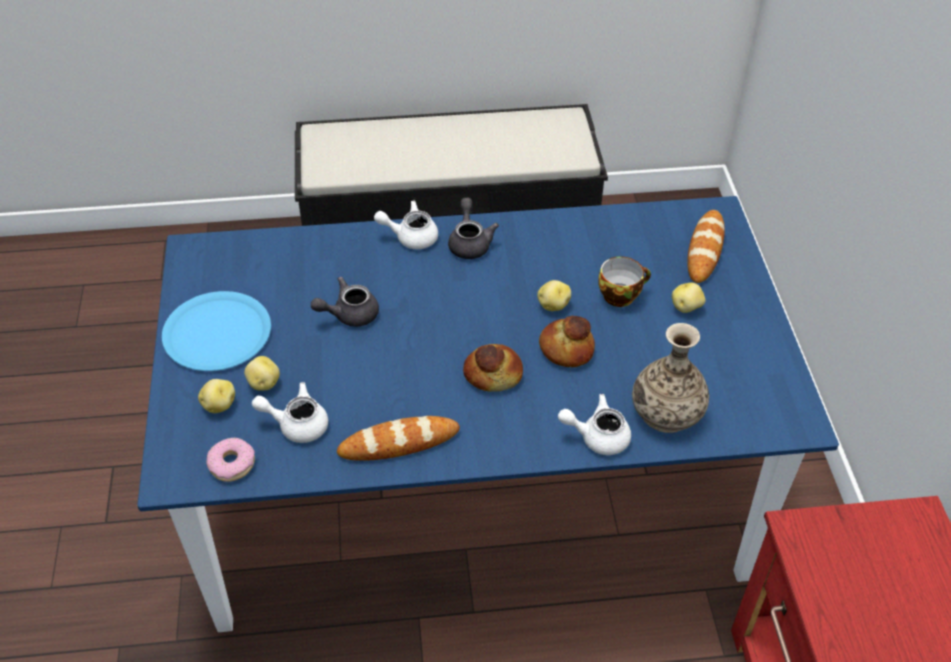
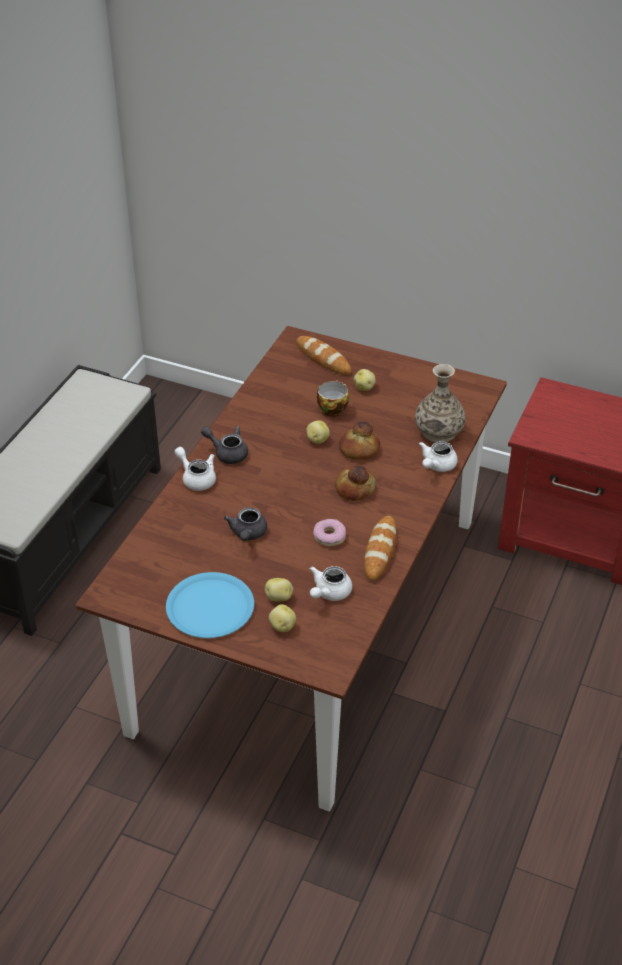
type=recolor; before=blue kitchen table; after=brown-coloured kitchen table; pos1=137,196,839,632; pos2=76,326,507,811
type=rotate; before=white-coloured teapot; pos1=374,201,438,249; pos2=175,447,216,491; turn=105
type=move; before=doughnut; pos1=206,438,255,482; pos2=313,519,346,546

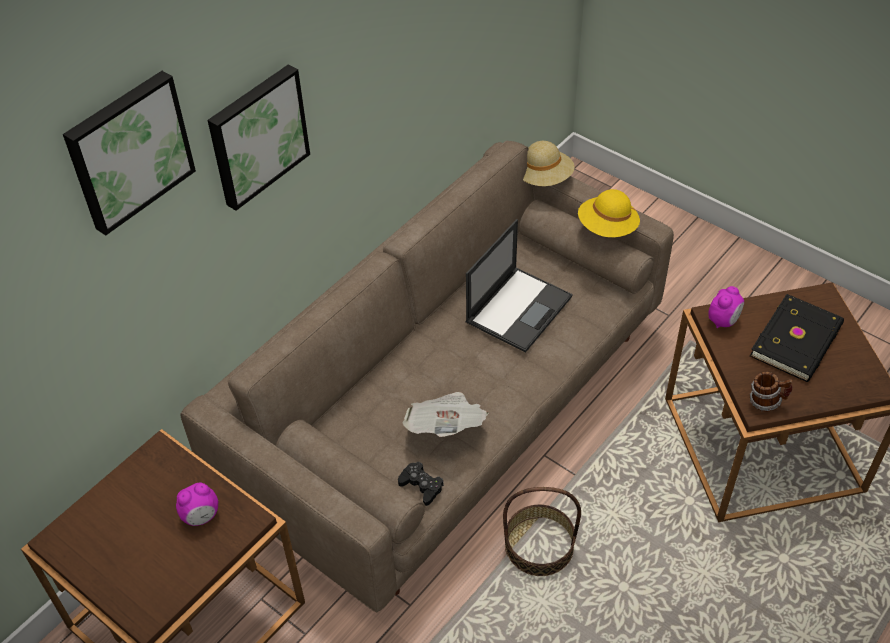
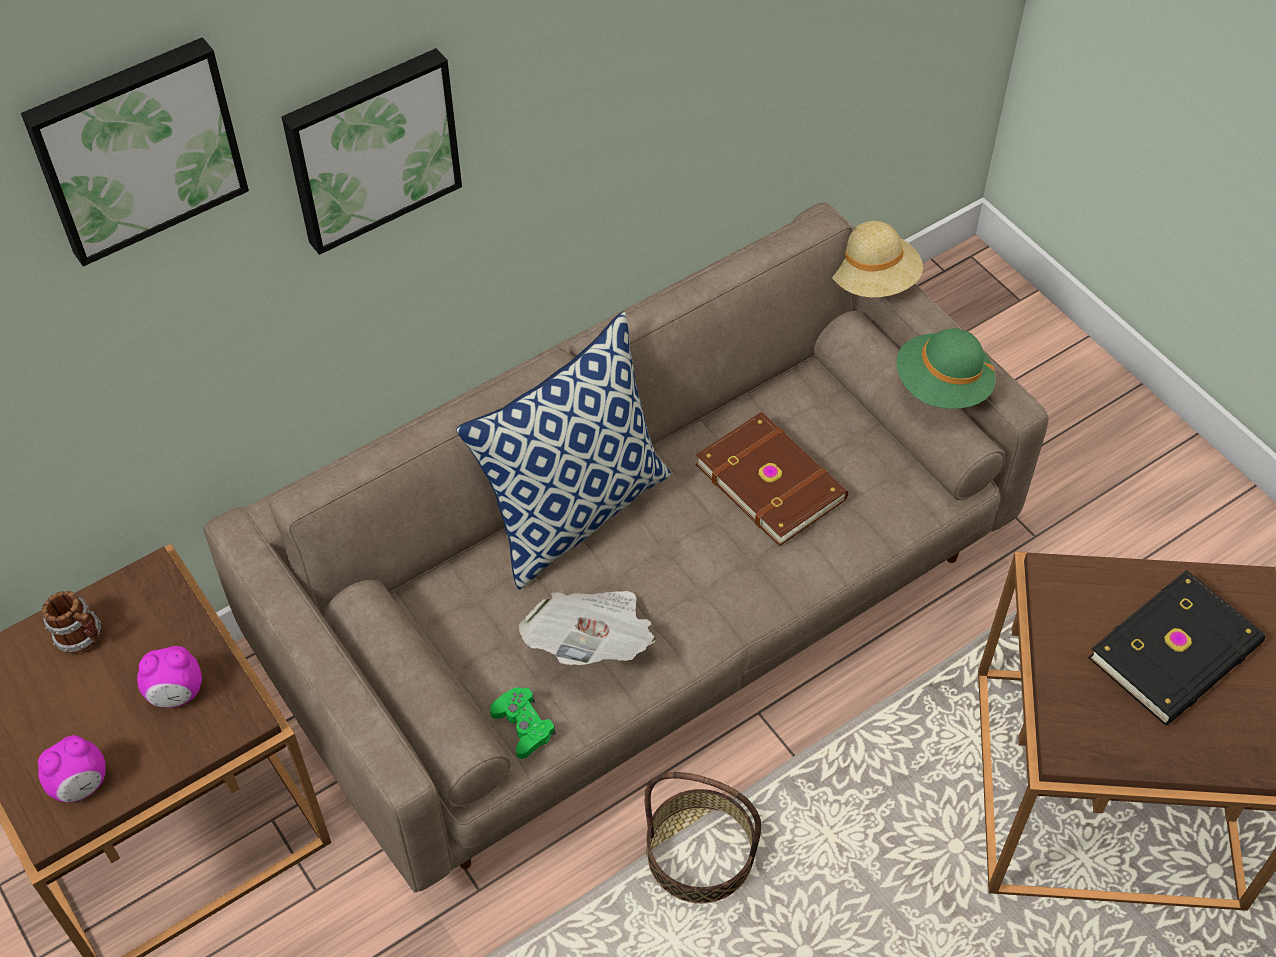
type=move; before=bedside clock; pos1=708,286,744,328; pos2=38,735,106,803
type=move; before=tea mug; pos1=750,372,793,412; pos2=42,591,101,653
type=insert; after=cushion; pos2=456,311,671,589
type=recolor; before=black joypad; after=greenish joypad; pos1=398,462,444,506; pos2=490,687,556,759
type=replace; before=notebook computer; after=brown-coloured volume; pos1=465,219,572,353; pos2=695,412,848,546
type=recolor; before=yellowish wearable hat; after=greenish wearable hat; pos1=578,189,640,237; pos2=896,328,996,409

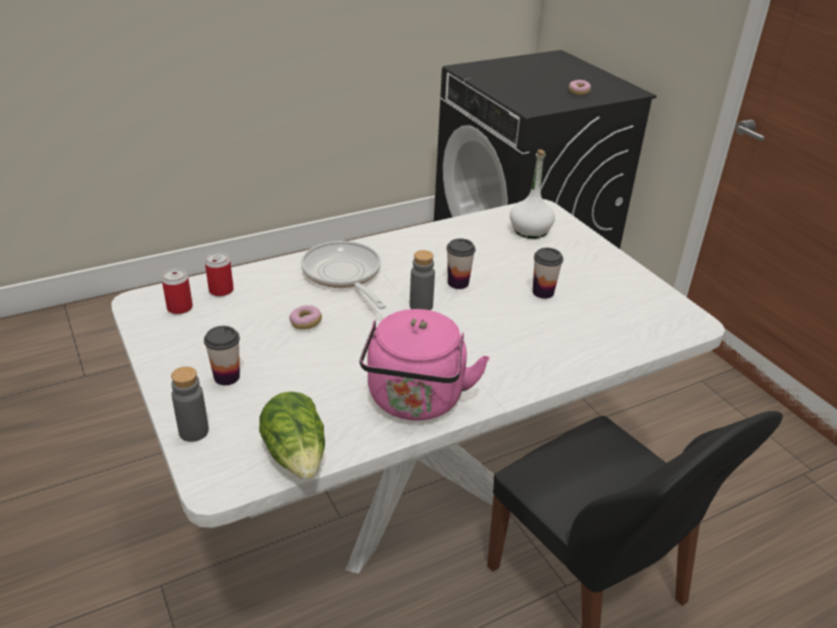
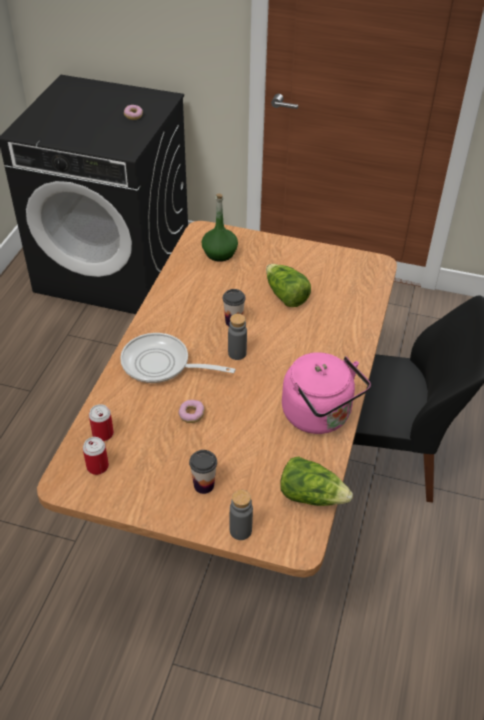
type=recolor; before=white-coloured kitchen table; after=brown-coloured kitchen table; pos1=111,199,725,573; pos2=37,221,397,578
type=recolor; before=white-coloured bottle; after=greenish bottle; pos1=510,150,555,239; pos2=201,193,238,262
type=replace; before=drinking cup; after=head of lettuce; pos1=533,248,563,299; pos2=266,264,311,307

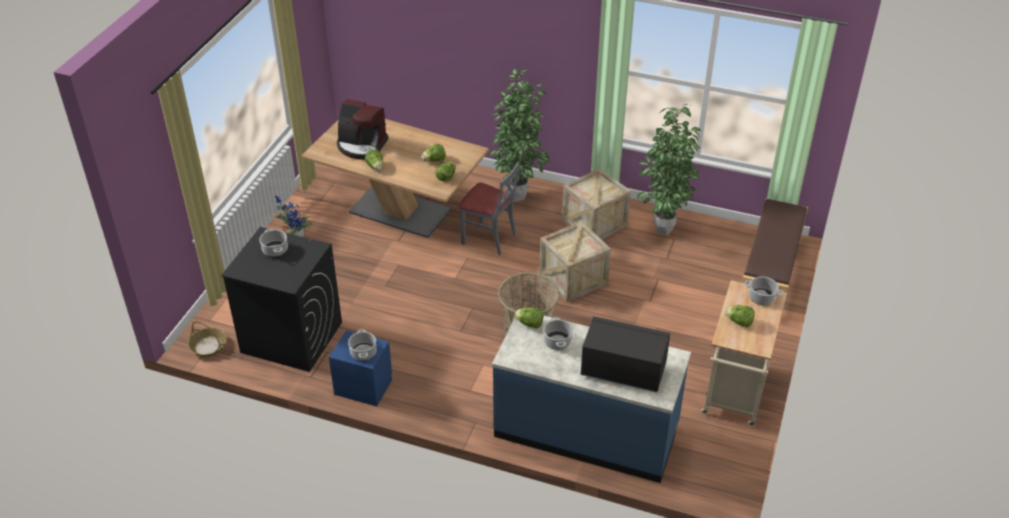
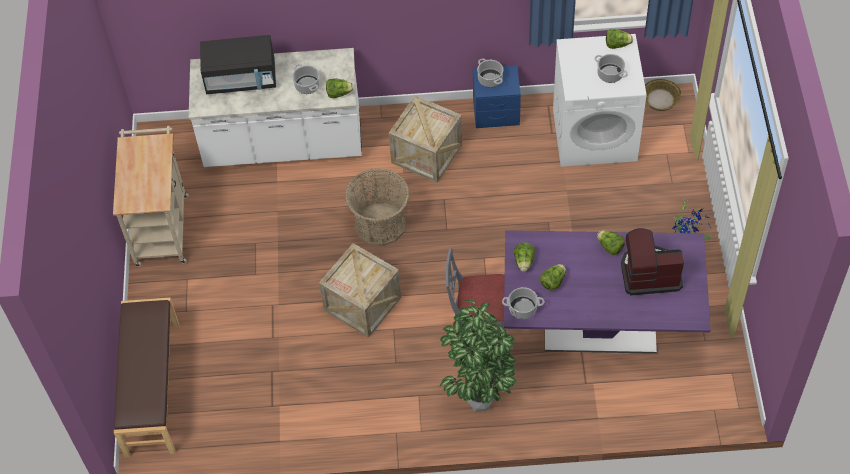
type=recolor; before=blue kitchen counter; after=white-coloured kitchen counter; pos1=492,315,691,483; pos2=189,48,362,167
type=move; before=packing crate; pos1=562,168,631,240; pos2=389,96,462,183
type=move; before=stockpot; pos1=744,276,784,305; pos2=502,287,544,319
type=recolor; before=brown-coloured kitchen table; after=purple-coloured kitchen table; pos1=301,119,489,238; pos2=504,230,711,354
type=recolor; before=black laundry machine; after=white-coloured laundry machine; pos1=221,227,342,372; pos2=553,34,647,167
type=move; before=head of lettuce; pos1=725,305,755,327; pos2=606,29,633,49
type=delete; before=houseplant; pos1=637,104,701,236

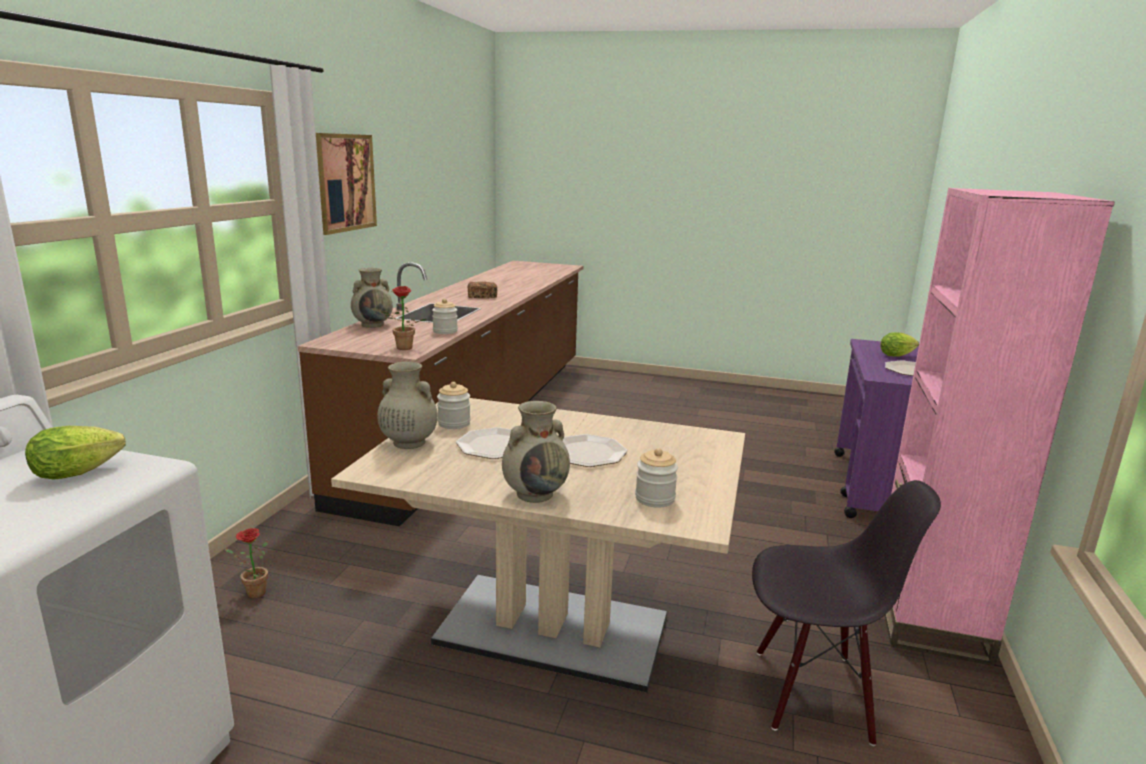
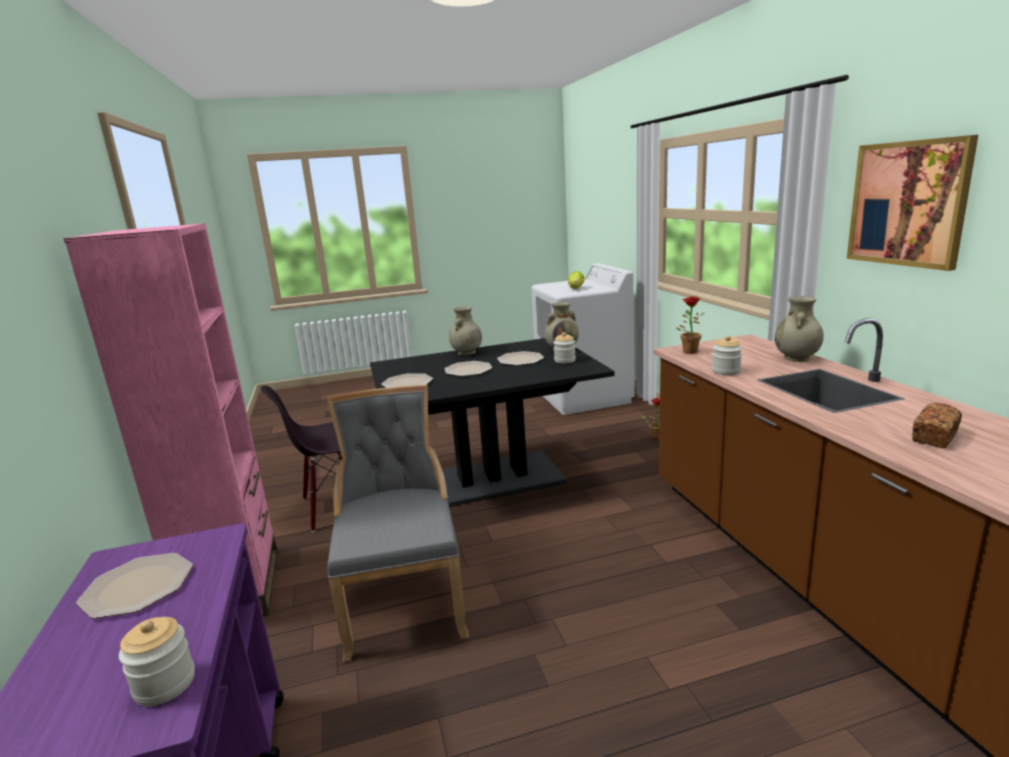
type=move; before=preserve jar; pos1=635,448,678,508; pos2=119,617,195,706
type=insert; after=gray plain chair; pos2=327,385,469,662
type=recolor; before=beige kitchen table; after=black kitchen table; pos1=331,398,745,693; pos2=370,338,615,507
type=insert; after=flat dish; pos2=381,373,433,388
type=delete; before=head of lettuce; pos1=880,332,919,356

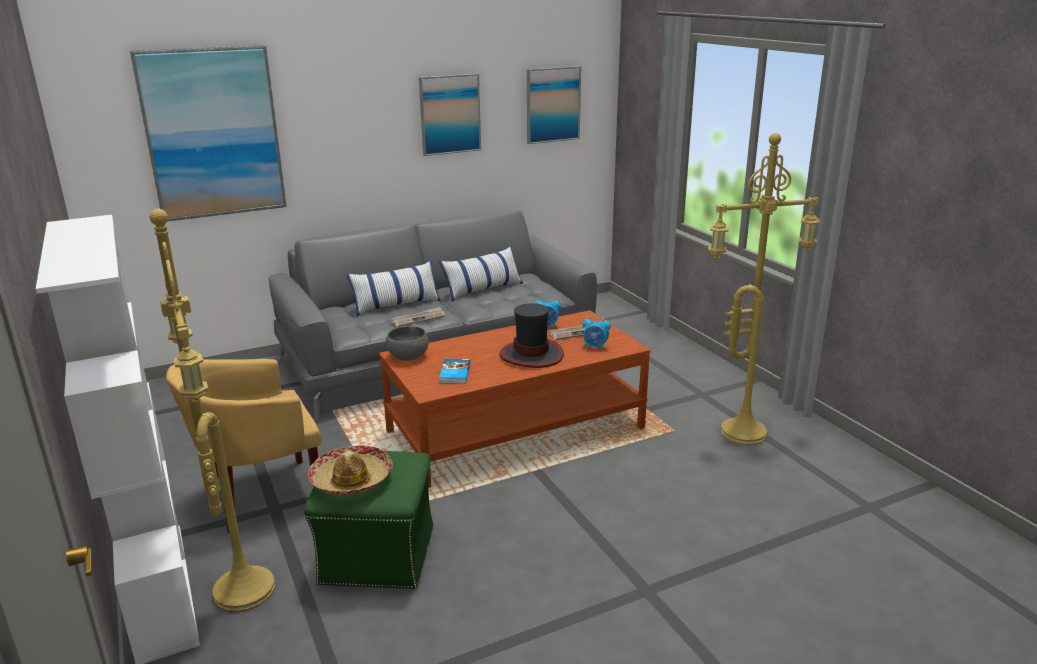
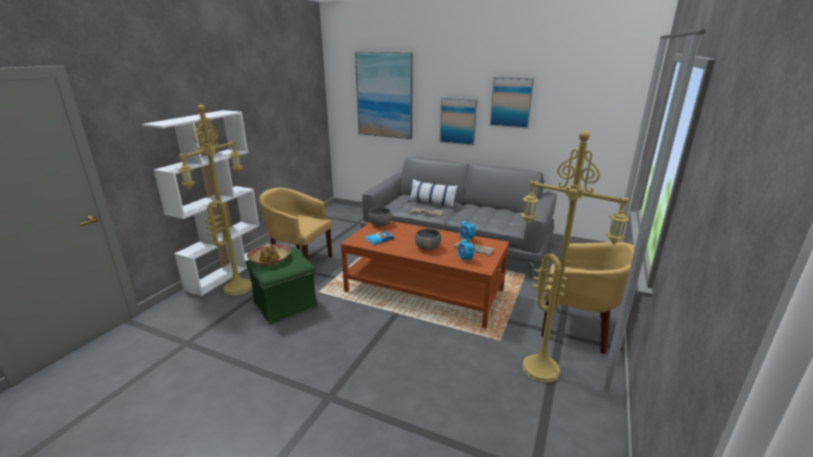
type=replace; before=wearable hat; after=gray serving bowl; pos1=499,303,564,368; pos2=415,228,441,250
type=move; before=picture; pos1=527,66,581,144; pos2=440,98,477,146
type=insert; after=yellowish armchair; pos2=541,242,634,354
type=delete; before=cushion; pos1=439,246,523,301

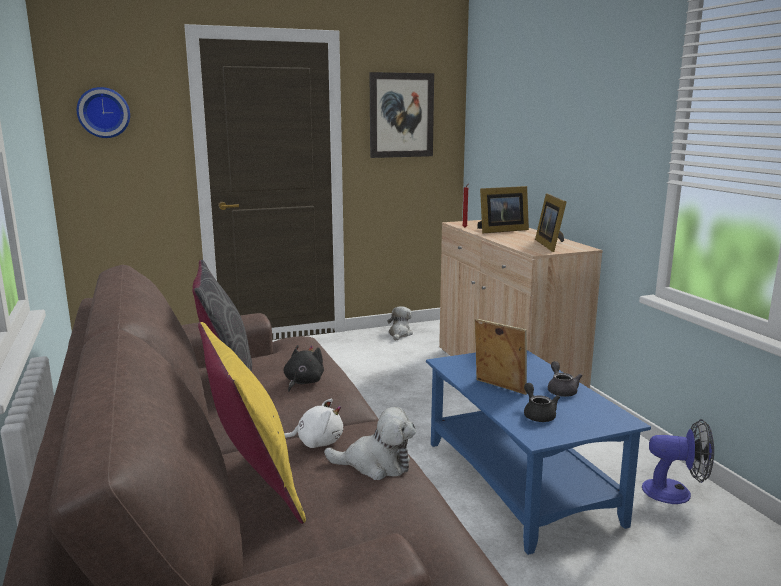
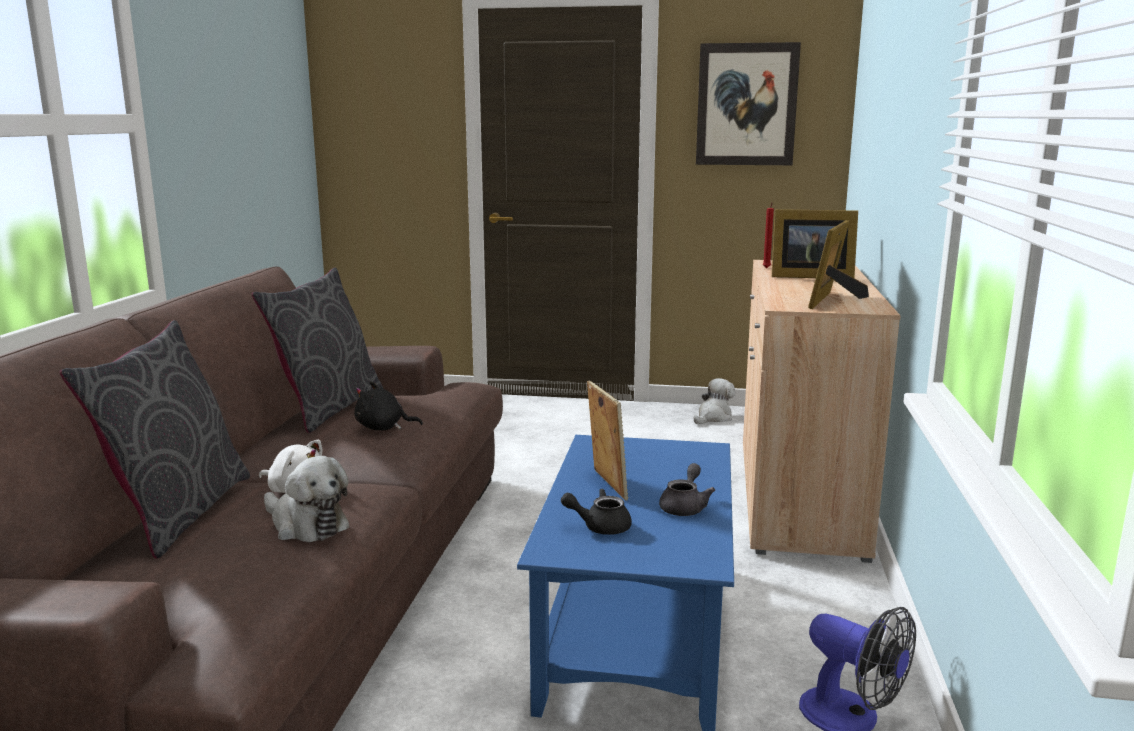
type=recolor; before=yellowish cushion; after=gray cushion; pos1=198,322,306,524; pos2=60,320,250,559
type=rotate; before=black plush toy; pos1=284,345,324,392; pos2=354,382,423,430; turn=-135
type=rotate; before=black teapot; pos1=524,383,560,422; pos2=561,489,632,535; turn=-105
type=delete; before=hanging clock; pos1=77,87,130,138

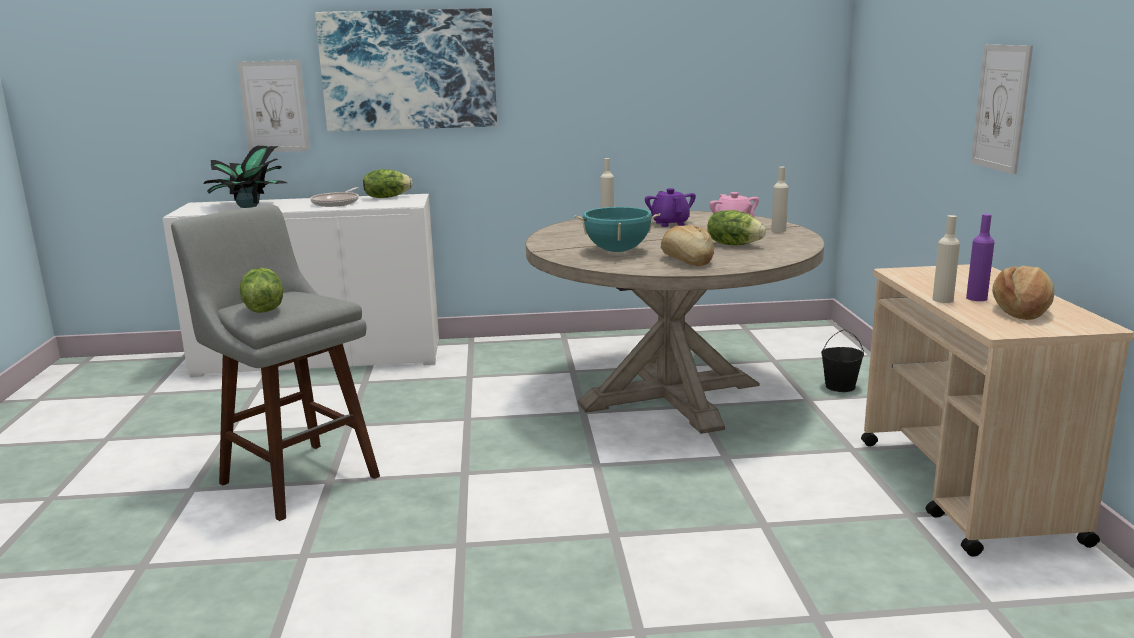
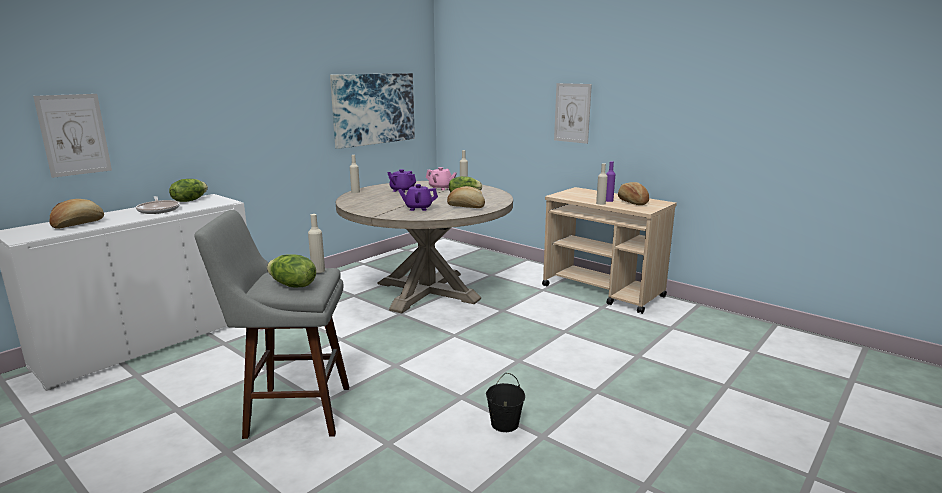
type=replace; before=houseplant; after=baked bread; pos1=203,146,287,208; pos2=49,199,104,229
type=insert; after=beige bottle; pos2=308,214,325,273
type=move; before=picture; pos1=315,8,497,132; pos2=330,73,415,149
type=replace; before=blue-green stockpot; after=purple-coloured teapot; pos1=575,207,660,252; pos2=398,184,438,211
type=move; before=black water bucket; pos1=821,329,864,392; pos2=486,373,525,432

